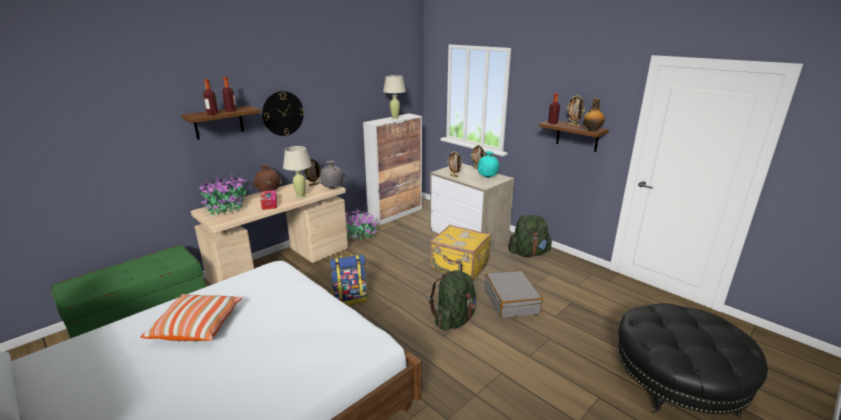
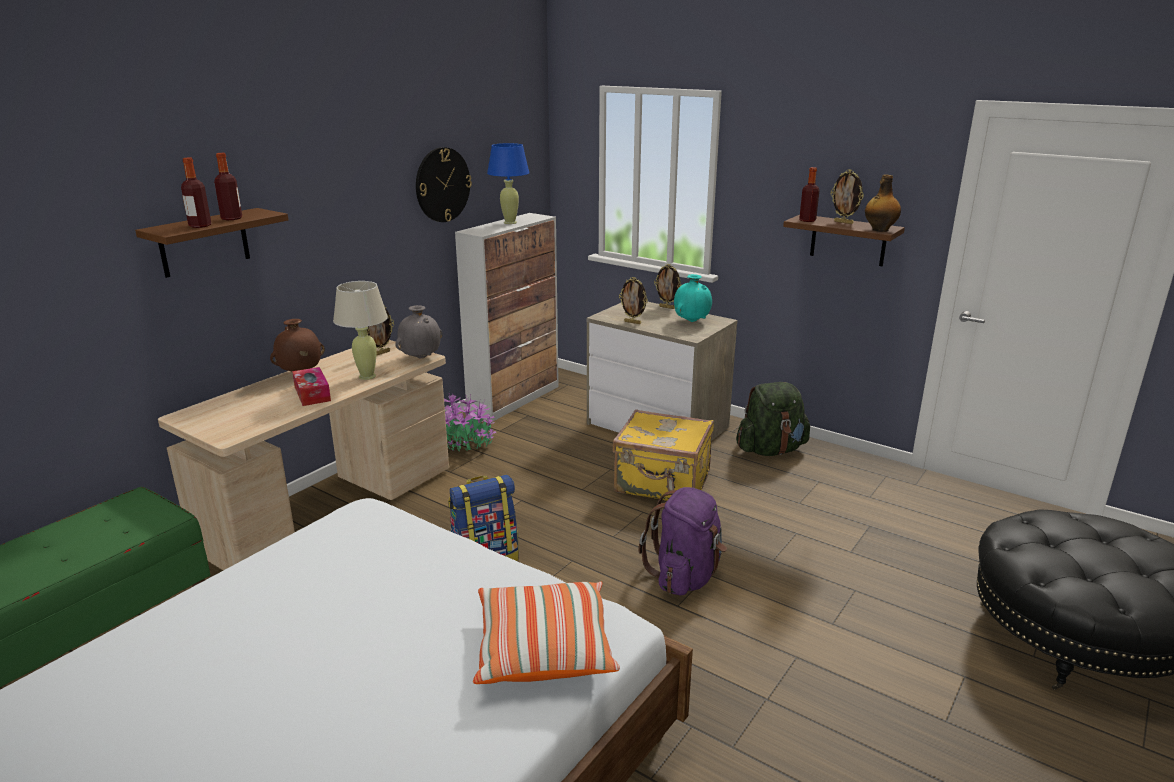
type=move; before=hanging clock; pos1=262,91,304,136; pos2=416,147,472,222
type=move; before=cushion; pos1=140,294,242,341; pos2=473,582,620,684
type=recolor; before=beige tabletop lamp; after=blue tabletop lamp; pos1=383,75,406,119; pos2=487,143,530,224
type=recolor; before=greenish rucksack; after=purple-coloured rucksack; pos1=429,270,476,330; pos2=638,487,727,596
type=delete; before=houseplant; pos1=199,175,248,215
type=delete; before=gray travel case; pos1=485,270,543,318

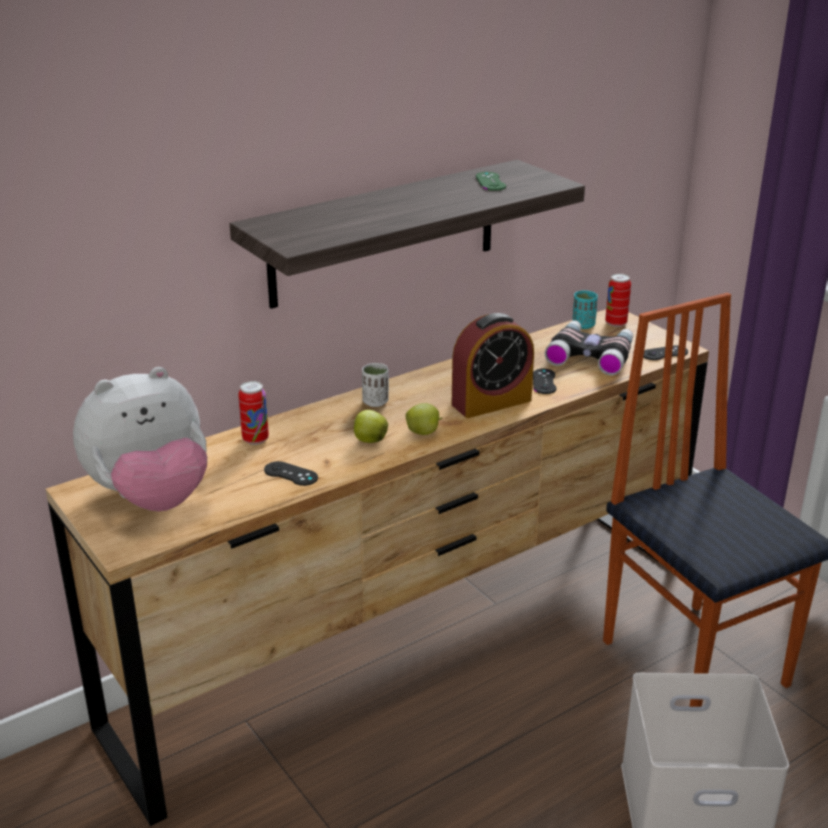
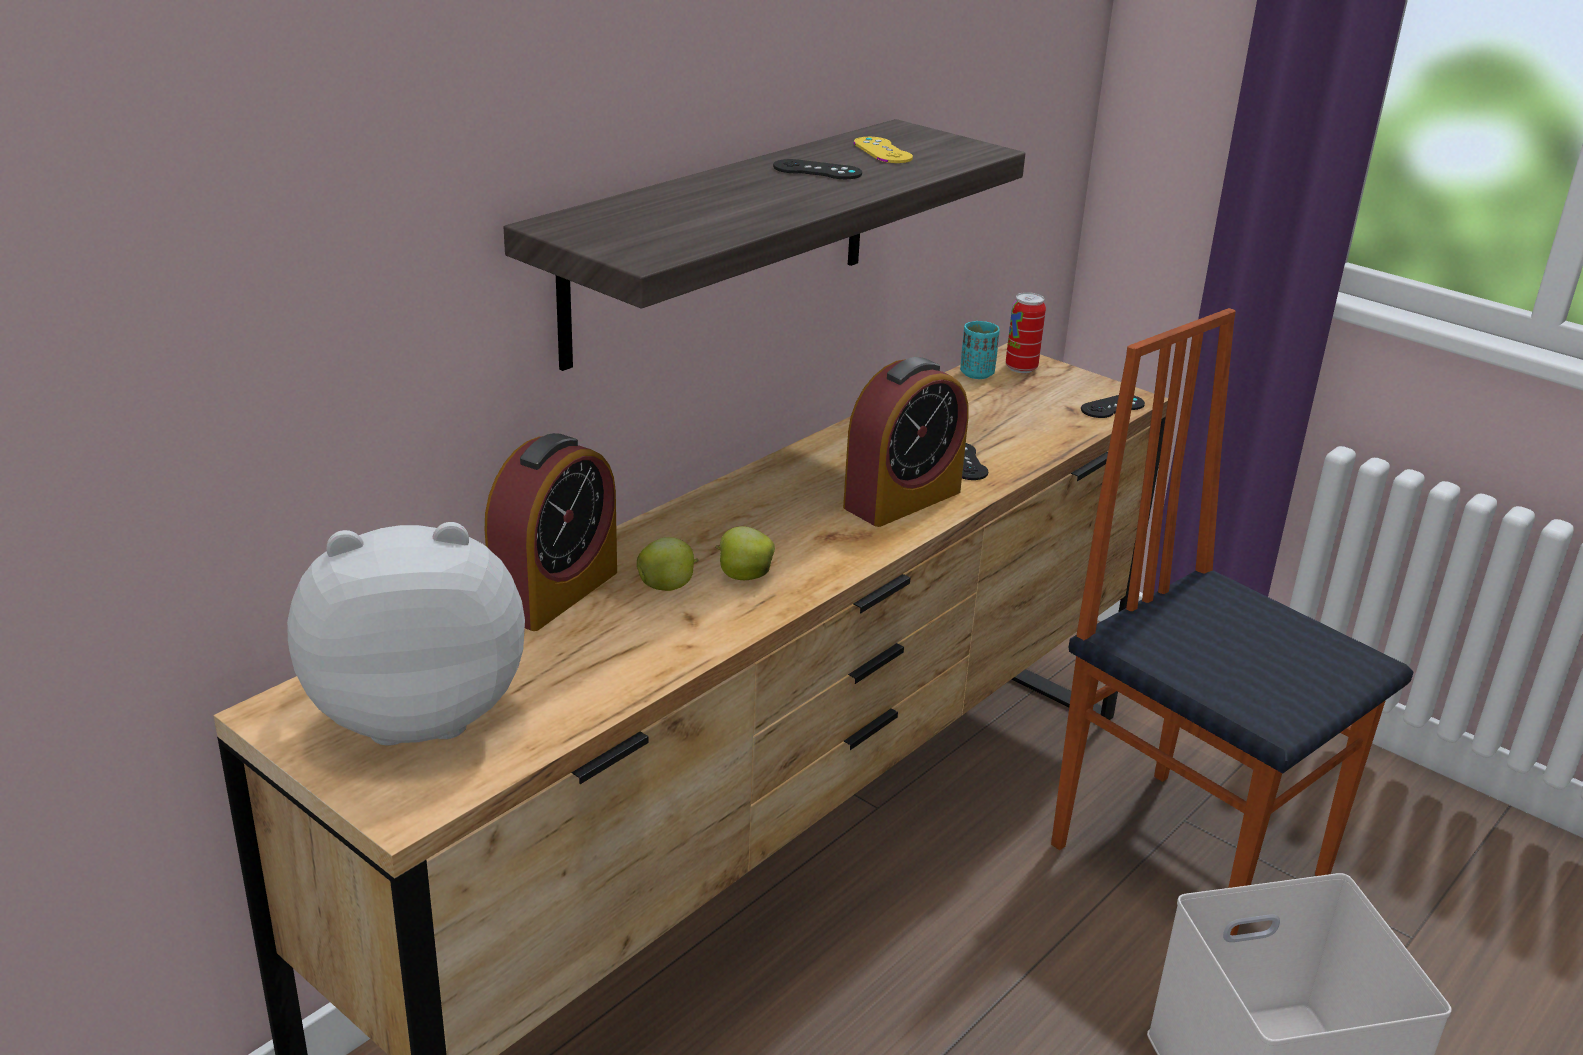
type=rotate; before=plush toy; pos1=73,367,207,512; pos2=287,522,525,746; turn=-150
type=replace; before=metal can; after=bedside clock; pos1=238,381,269,445; pos2=485,433,617,631
type=move; before=whole apple; pos1=406,403,443,435; pos2=637,537,698,591
type=move; before=black joypad; pos1=264,461,318,486; pos2=773,159,862,179
type=recolor; before=greenish joypad; after=yellowish joypad; pos1=476,172,506,191; pos2=854,137,913,163
type=delete; before=white-coloured drinking cup; pos1=362,363,389,407
type=delete; before=binoculars; pos1=545,320,633,375

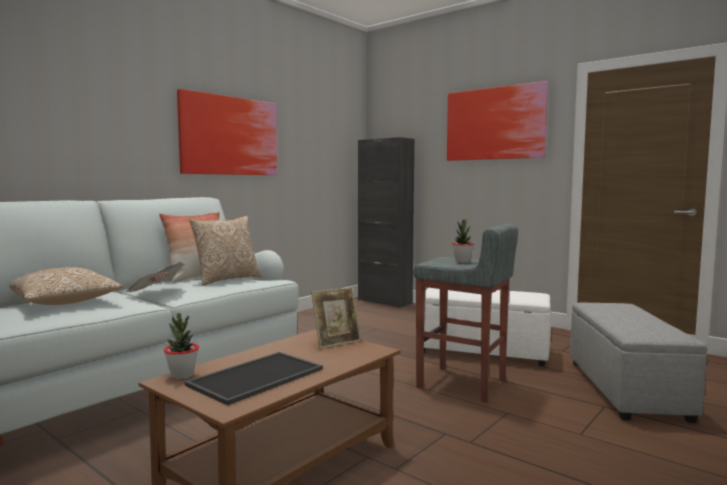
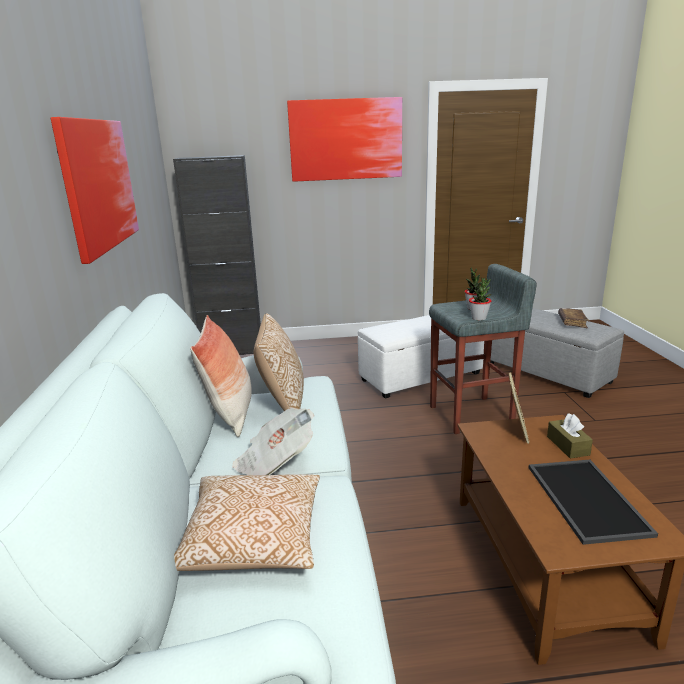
type=move; before=houseplant; pos1=164,313,199,379; pos2=469,277,491,320
type=insert; after=brown-coloured tissue holder; pos2=547,413,593,459
type=insert; after=brown-coloured volume; pos2=558,308,589,328

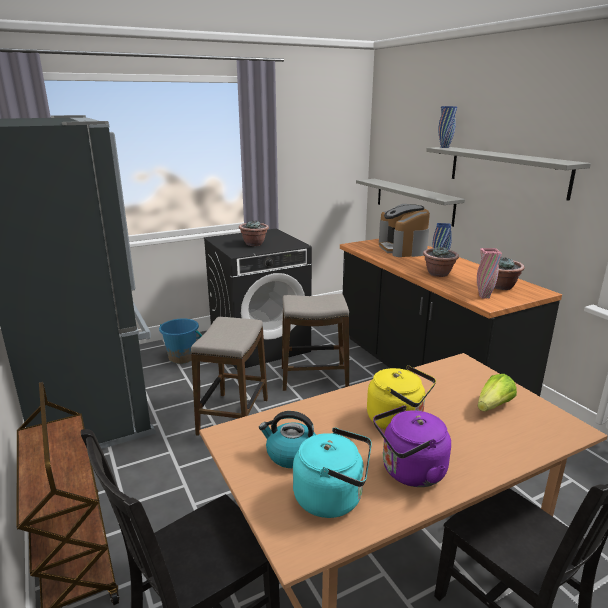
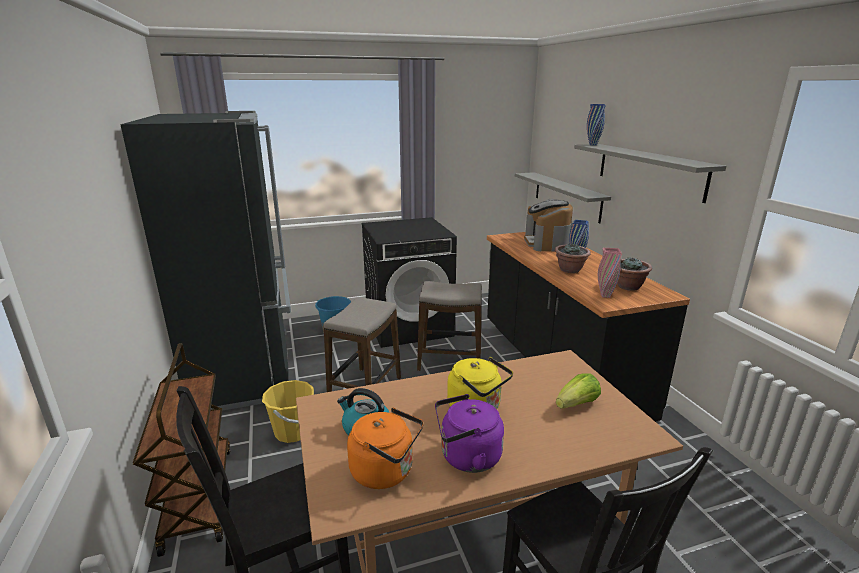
type=insert; after=yellowish water bucket; pos2=262,380,314,443
type=recolor; before=blue-green tea kettle; after=orange tea kettle; pos1=293,428,372,518; pos2=347,408,424,489
type=delete; before=houseplant; pos1=239,221,269,246

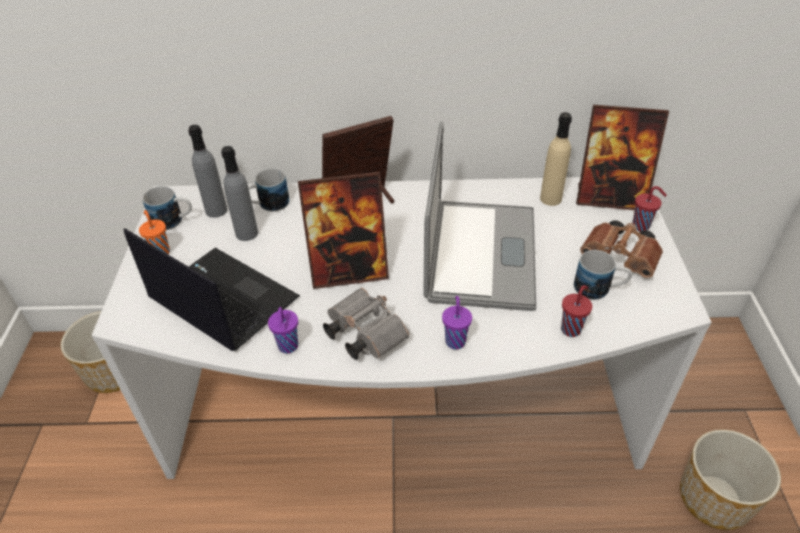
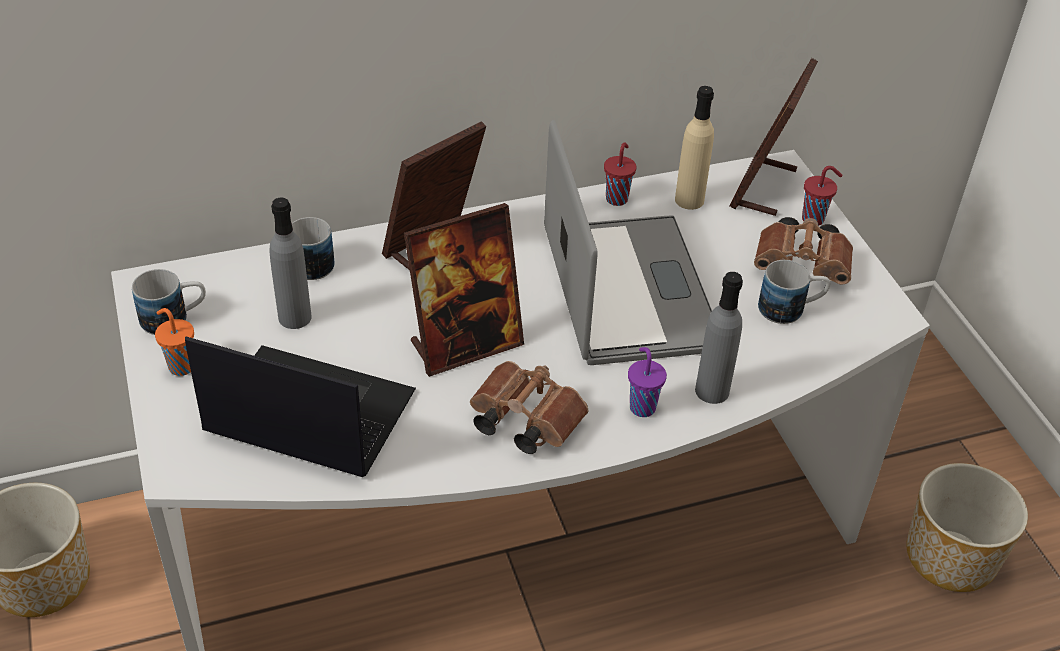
type=recolor; before=gray binoculars; after=brown-coloured binoculars; pos1=323,288,410,360; pos2=470,361,588,454
type=move; before=reddish drinking cup; pos1=561,285,592,337; pos2=604,142,637,206
type=move; before=gray bottle; pos1=188,125,227,218; pos2=695,272,743,404
type=rotate; before=standing frame; pos1=576,105,669,210; pos2=730,58,818,216; turn=120
type=delete; before=purple-coloured drinking cup; pos1=268,307,298,354

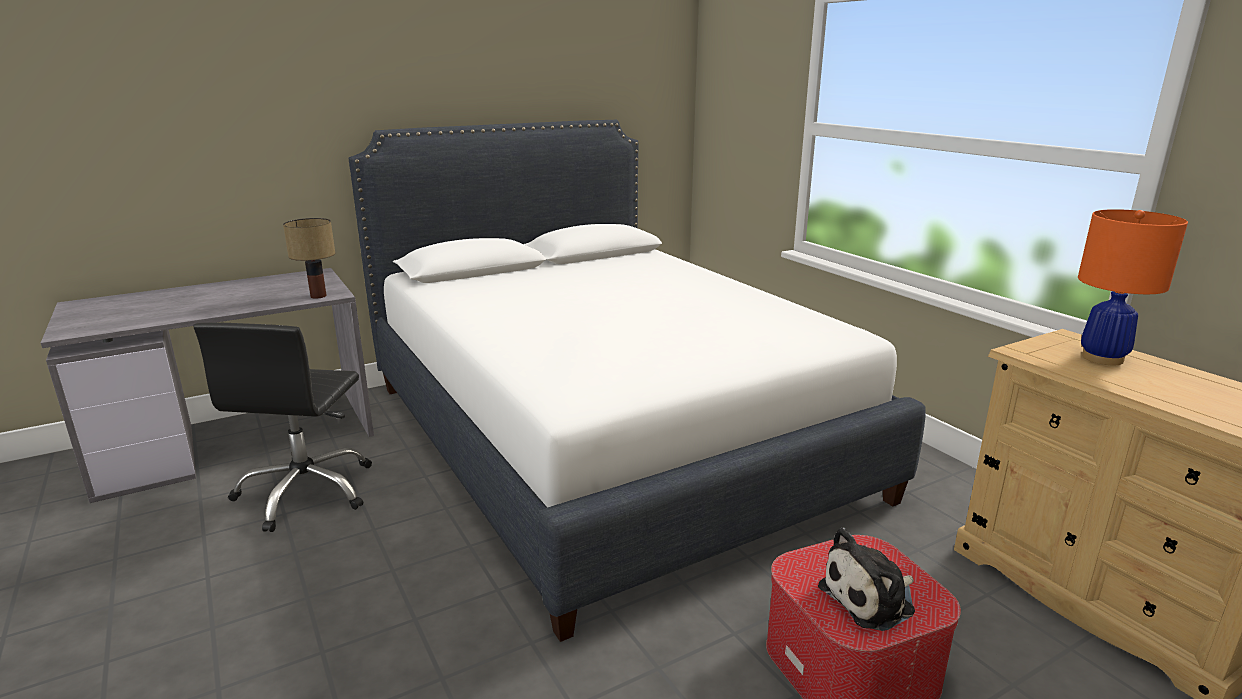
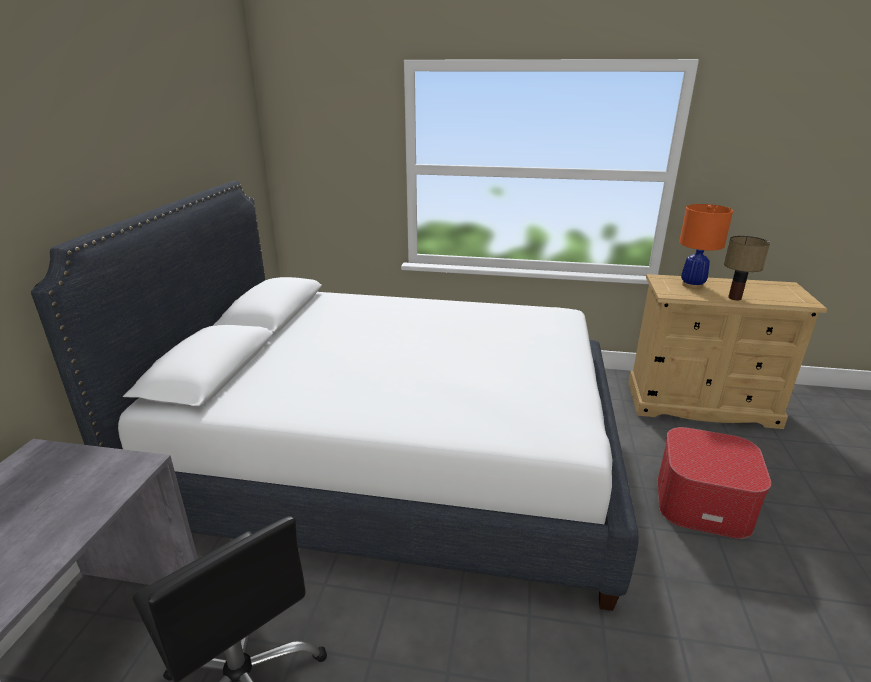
type=move; before=tabletop lamp; pos1=283,218,335,299; pos2=724,236,770,300
type=delete; before=plush toy; pos1=818,528,915,631

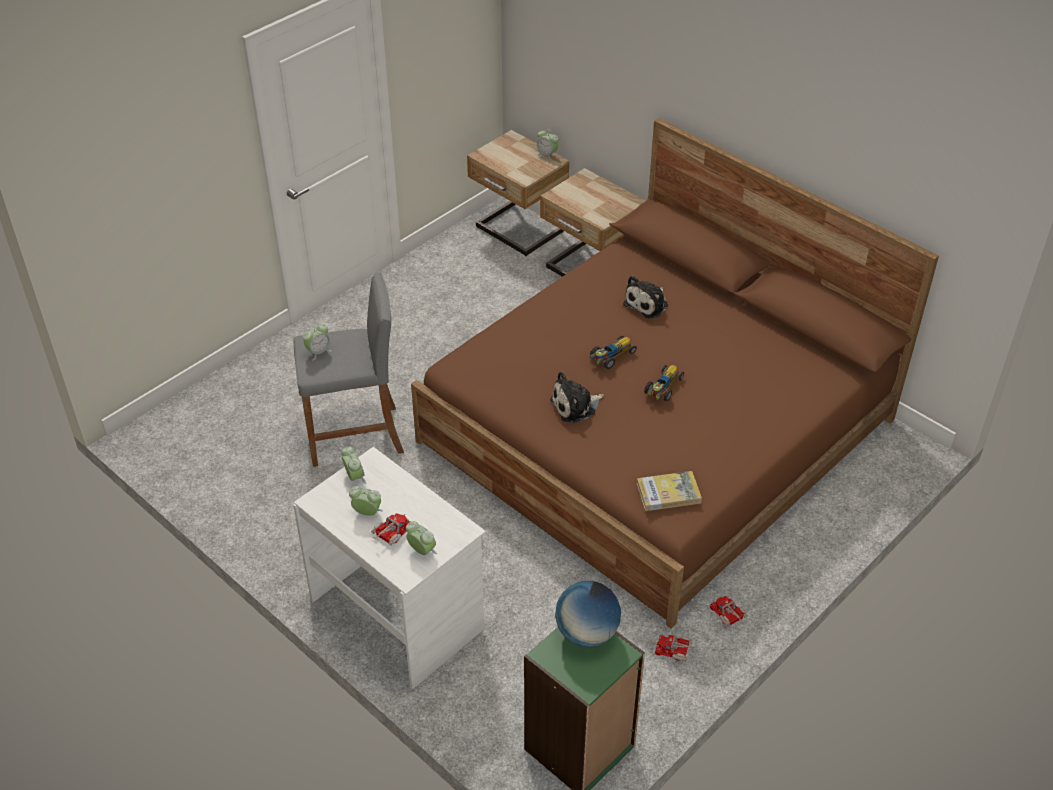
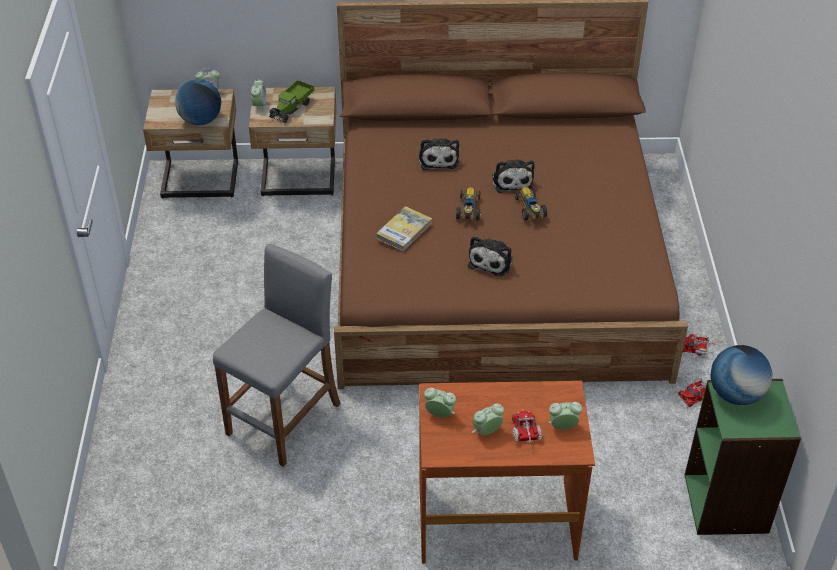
type=insert; after=globe; pos2=175,79,221,125
type=move; before=bedside clock; pos1=302,324,332,361; pos2=251,79,268,112
type=insert; after=toy lorry; pos2=269,80,314,123
type=move; before=volume; pos1=637,471,702,511; pos2=376,206,432,251
type=recolor; before=white-coloured desk table; after=brown-coloured desk table; pos1=293,447,485,689; pos2=419,381,595,563
type=insert; after=plush toy; pos2=492,159,534,193

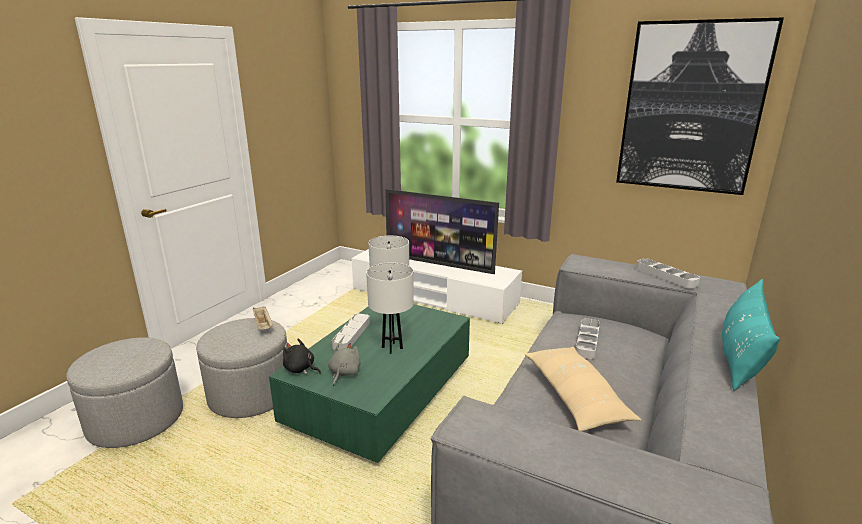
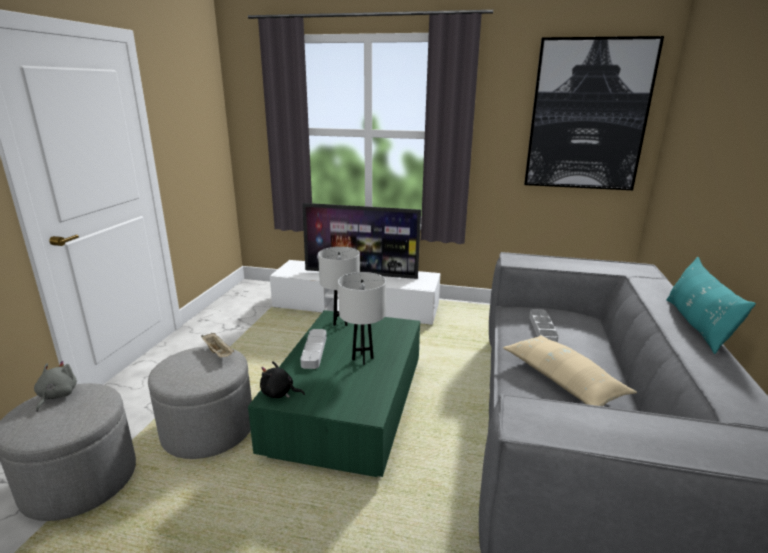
type=move; before=gray plush toy; pos1=328,343,361,386; pos2=34,361,77,412
type=delete; before=gray carrying tray; pos1=636,258,700,289

